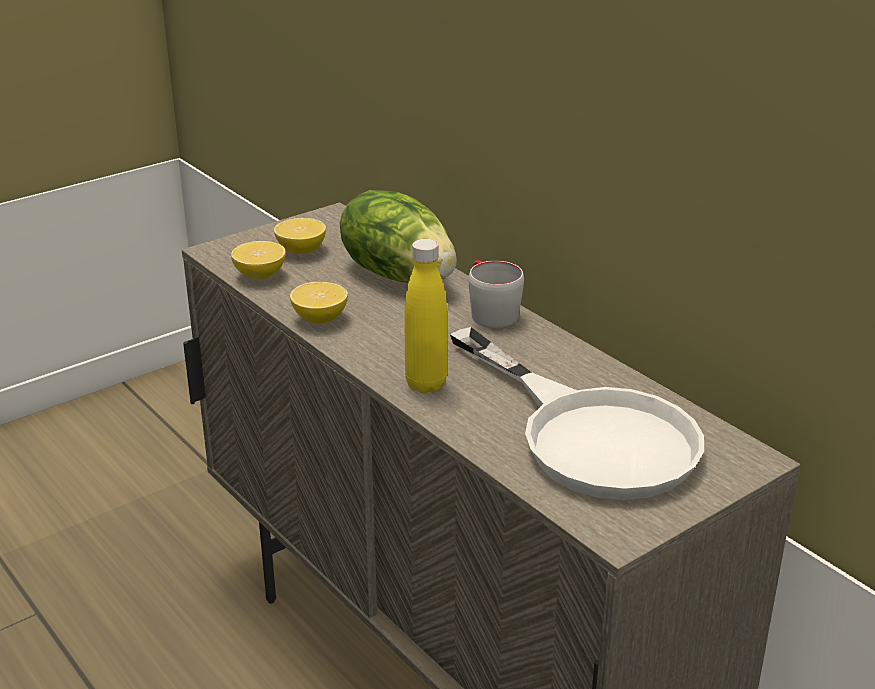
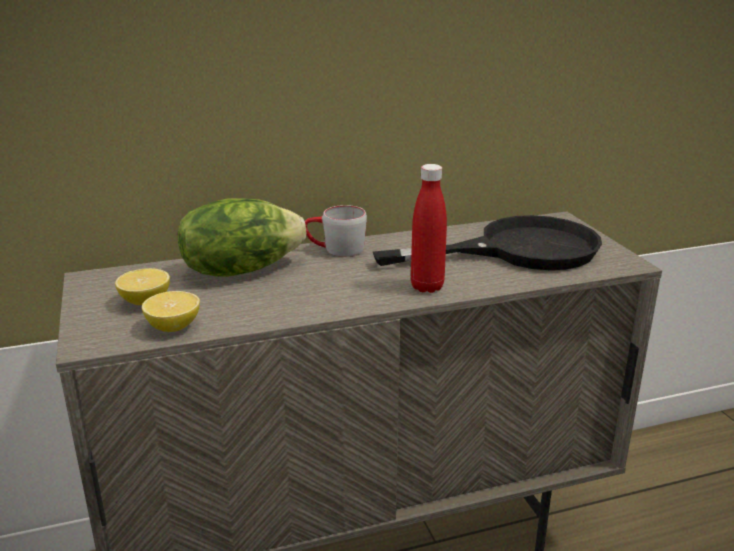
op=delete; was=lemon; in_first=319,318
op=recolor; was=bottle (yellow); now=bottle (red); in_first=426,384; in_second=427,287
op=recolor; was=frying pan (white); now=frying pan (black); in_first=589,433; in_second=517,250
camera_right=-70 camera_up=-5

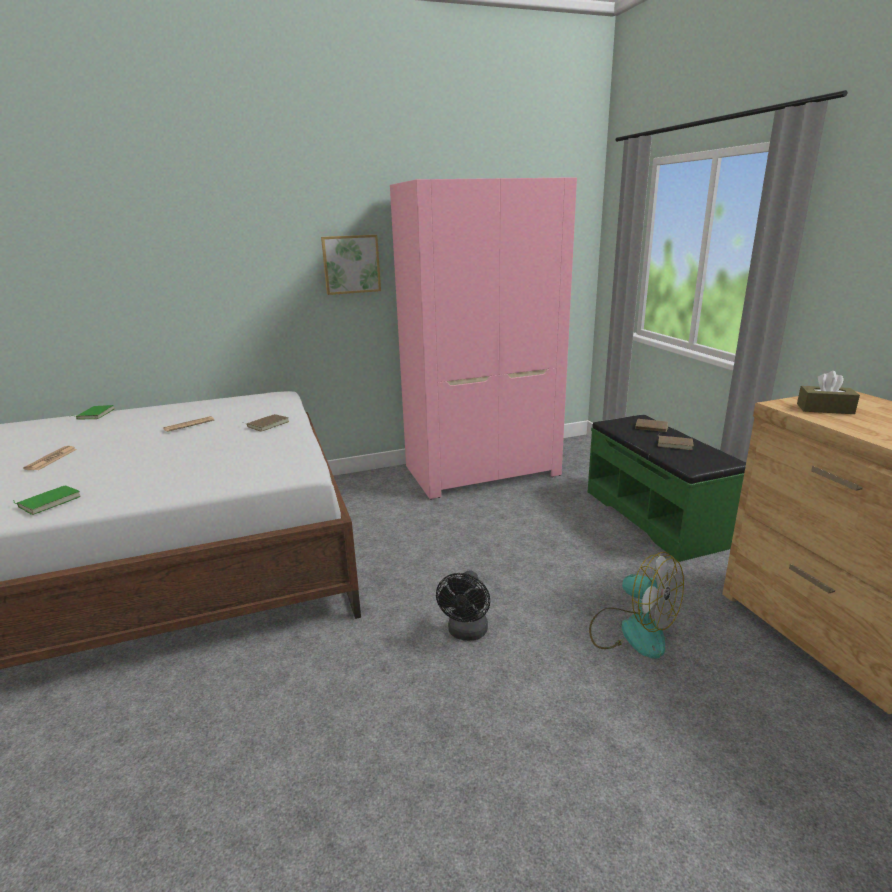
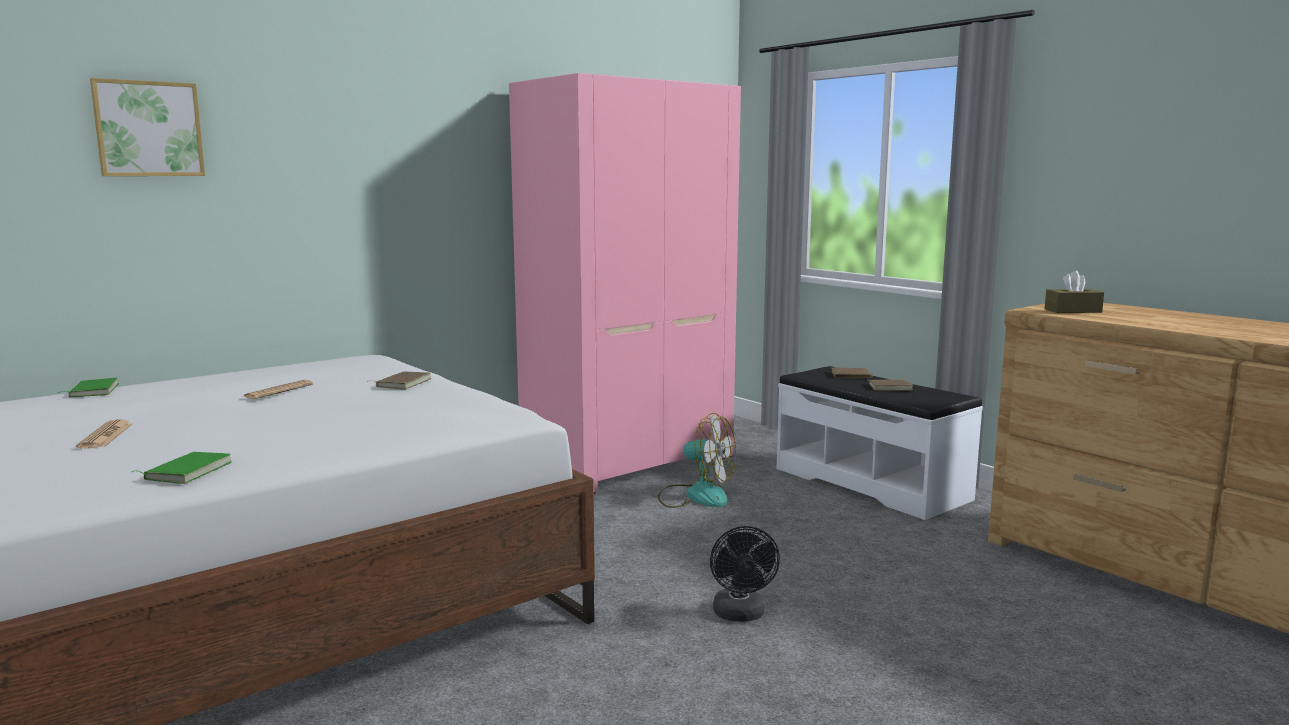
op=move; was=picture; in_first=351,264; in_second=148,129
op=move; was=fan; in_first=631,631; in_second=696,495
op=recolor; was=bench (green); now=bench (white); in_first=656,516; in_second=871,483
camera_right=-20 camera_up=-10

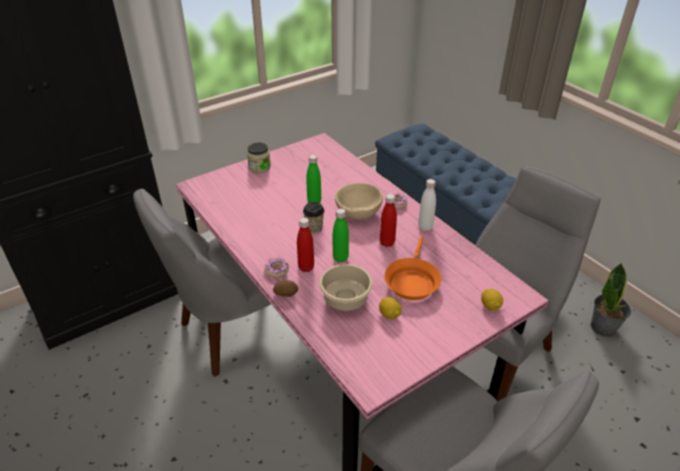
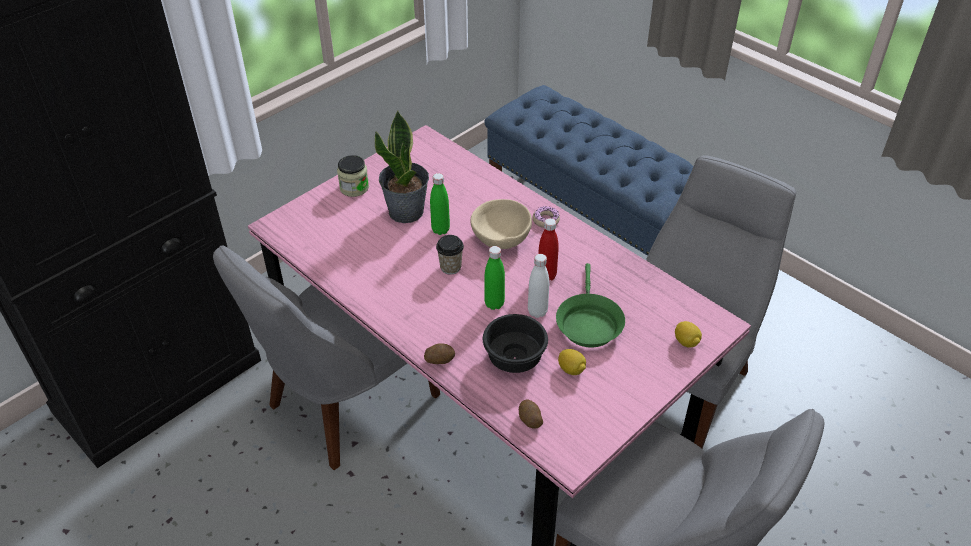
op=delete; was=donut; in_first=276,270
op=delete; was=bottle (red); in_first=306,267
op=insert; now=potato; in_second=529,419
op=move; was=bottle (white); in_first=425,227; in_second=537,311
op=move; was=potted plant; in_first=603,327; in_second=407,211
op=recolor; was=bowl (beige); now=bowl (black); in_first=344,299; in_second=512,357
op=recolor; was=frying pan (orange); now=frying pan (green); in_first=412,281; in_second=588,323
camera_right=-10 camera_up=5

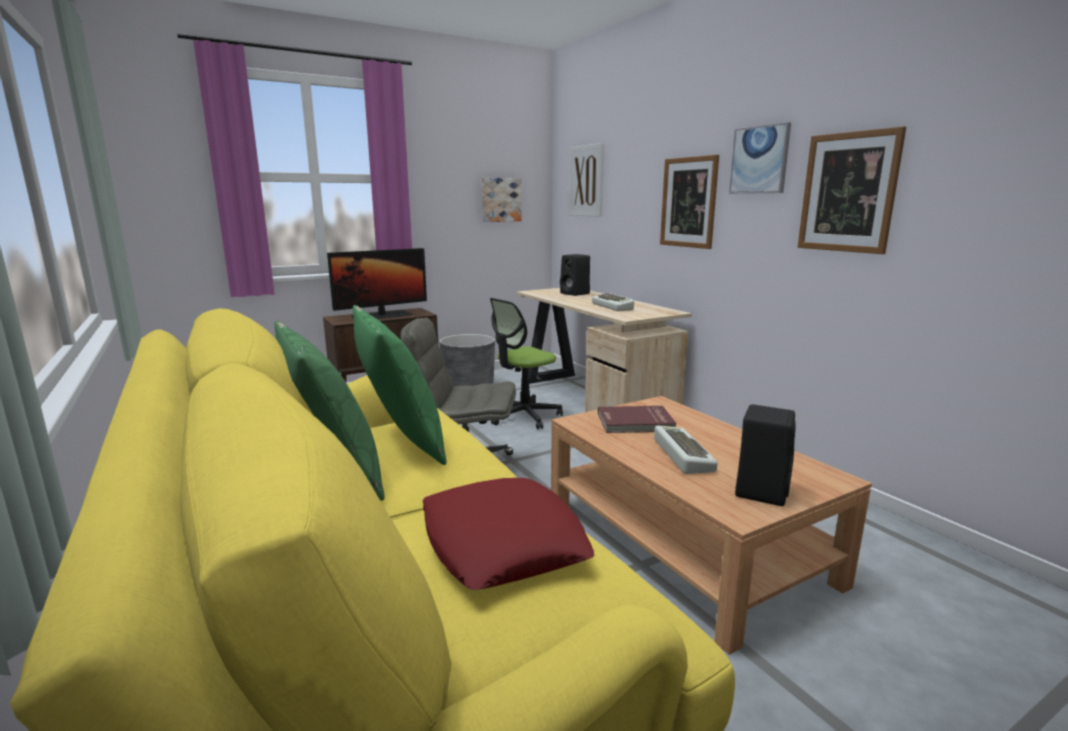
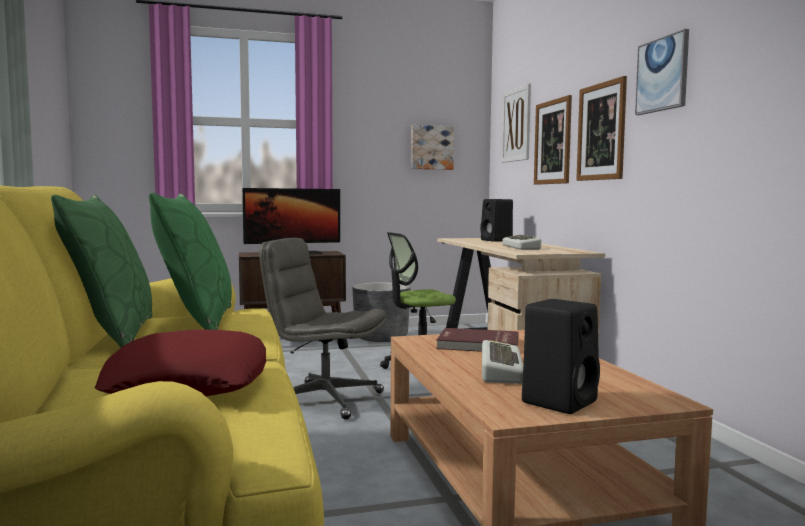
op=move; was=picture; in_first=848,192; in_second=553,142
camera_right=15 camera_up=-10

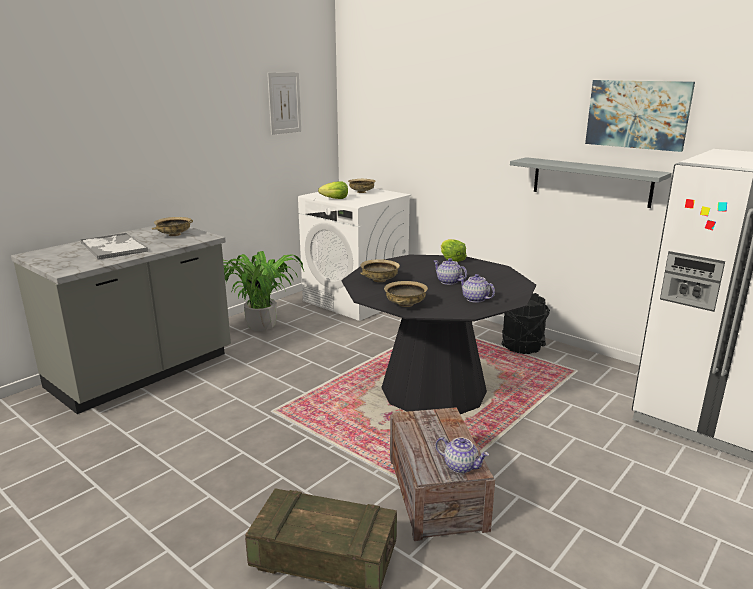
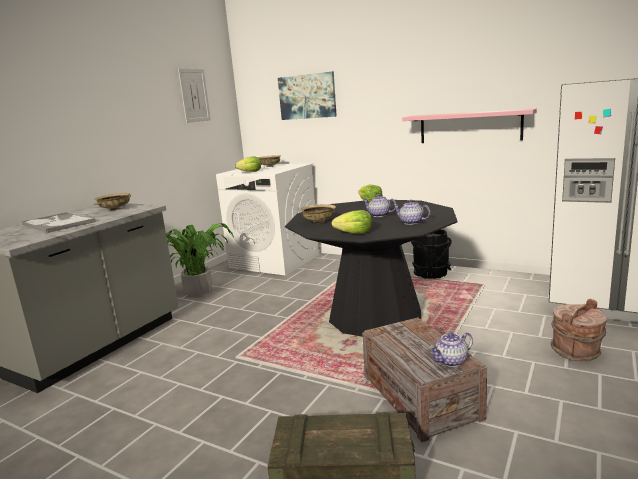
op=insert; now=bucket (brown); in_second=576,352
op=move; was=picture; in_first=637,114; in_second=307,96
op=replace; was=bowl (beige); now=lettuce; in_first=405,304; in_second=354,233
op=recolor; was=shelf (grey); now=shelf (pink); in_first=591,181; in_second=469,127
op=rotate; was=teapot; in_first=461,466; in_second=451,361; clockwise=135
camera_right=-10 camera_up=-5

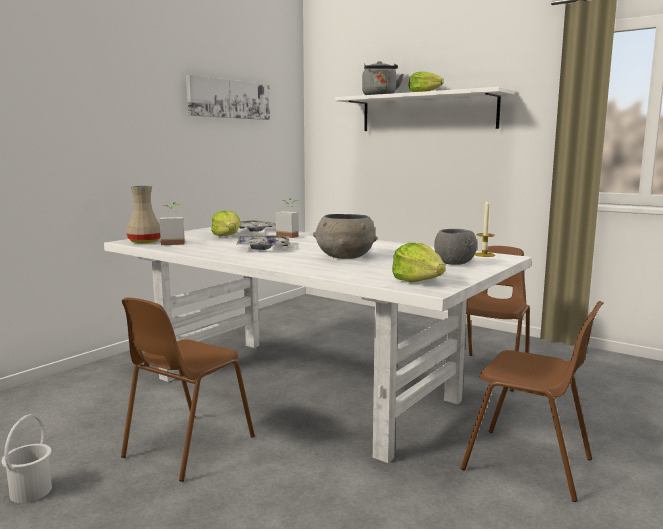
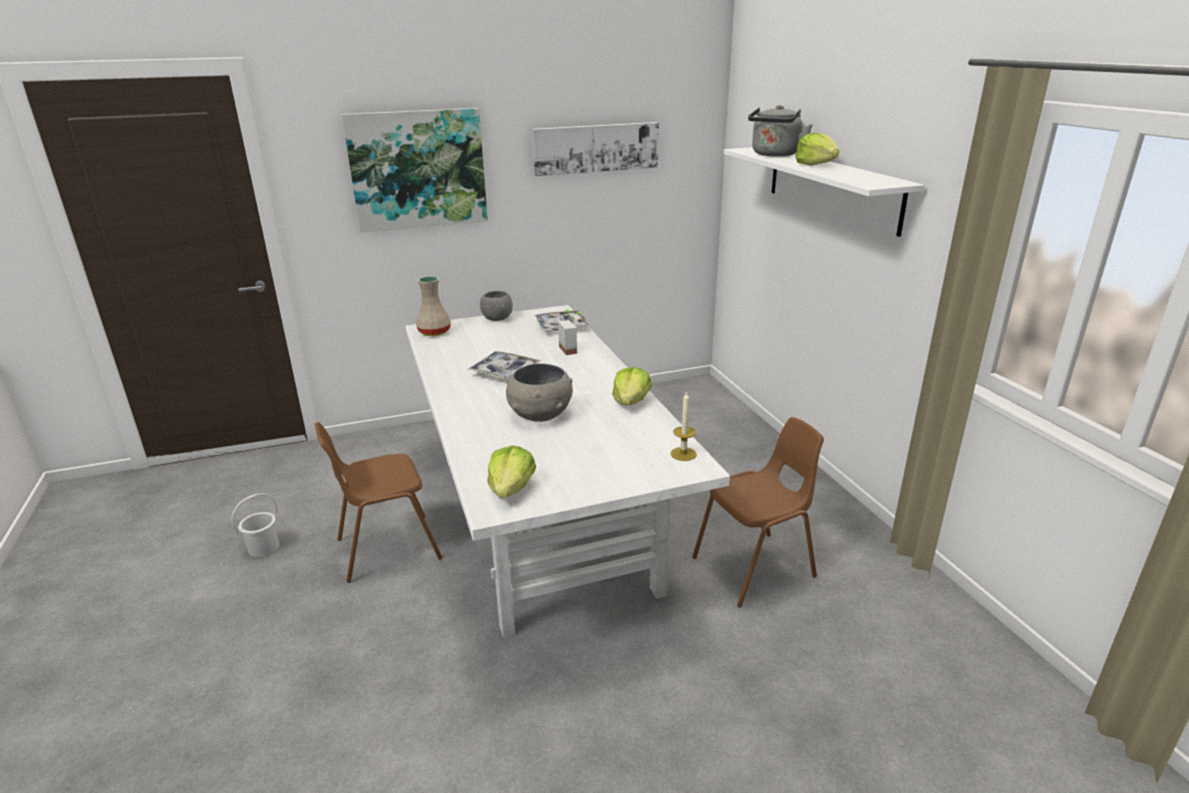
op=delete; was=potted plant; in_first=173,243
op=delete; was=chair (brown); in_first=529,464
op=insert; now=picture; in_second=418,169
op=move; was=lettuce; in_first=227,236; in_second=631,402
op=move; was=bowl (grey); in_first=454,263; in_second=497,318
camera_right=35 camera_up=15

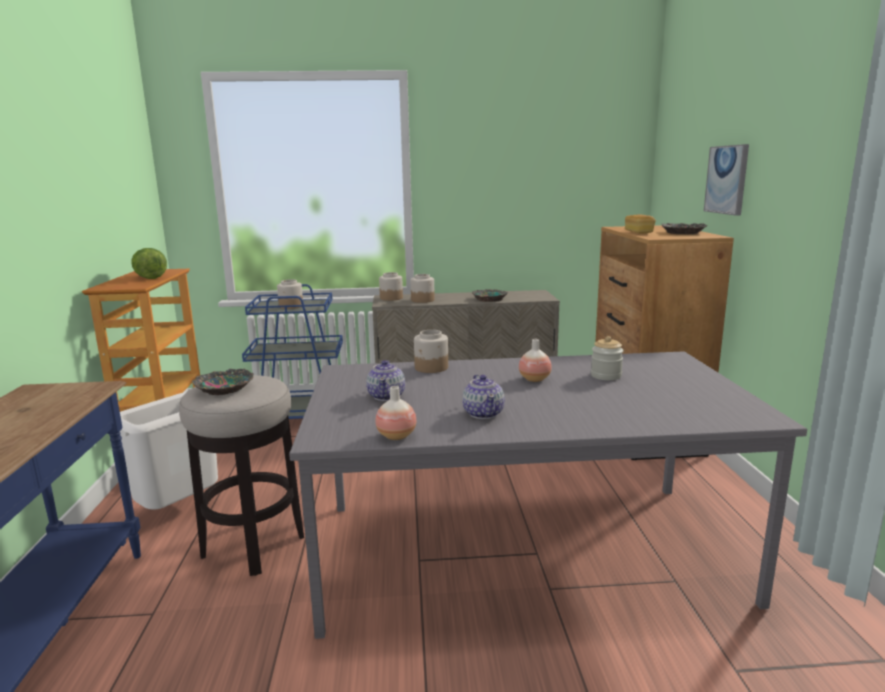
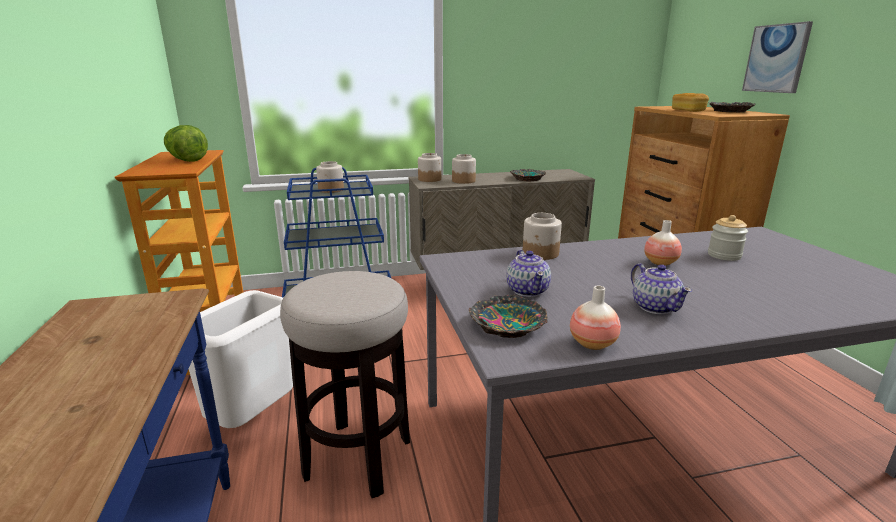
op=move; was=bowl; in_first=224,388; in_second=507,325
camera_right=-10 camera_up=5

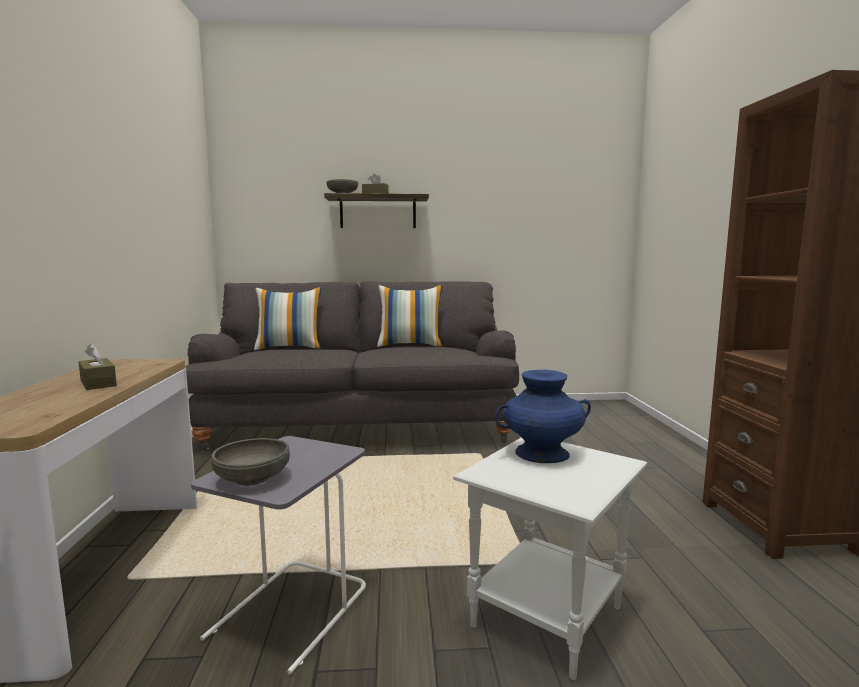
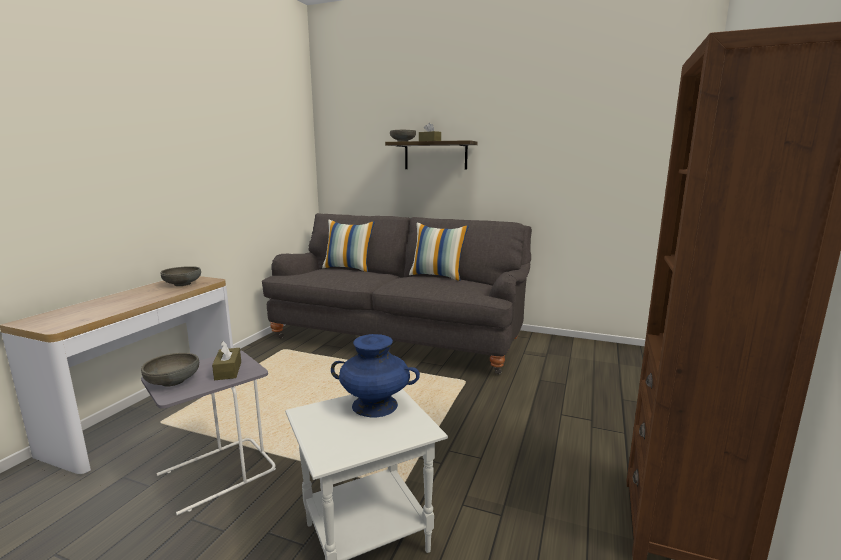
op=insert; now=bowl (grey); in_second=182,284
op=move; was=tissue box (brown); in_first=98,383; in_second=228,371
camera_right=25 camera_up=5

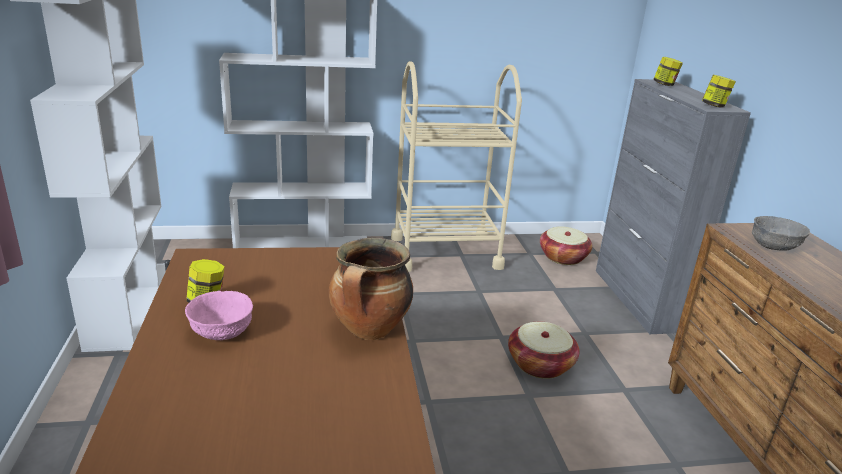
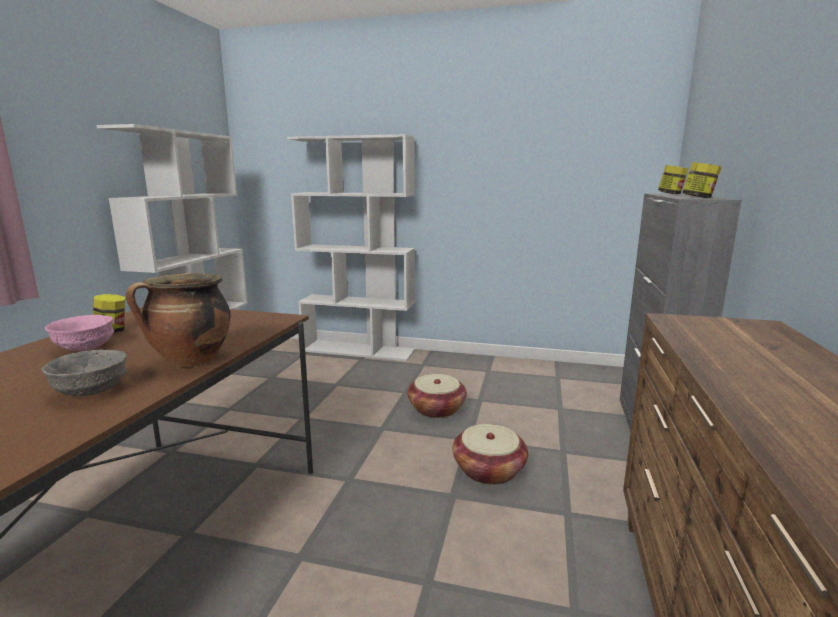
op=delete; was=cart (beige); in_first=445,252
op=move; was=basket; in_first=563,257; in_second=436,409
op=move; was=bowl (grey); in_first=773,247; in_second=90,392
camera_right=25 camera_up=-10

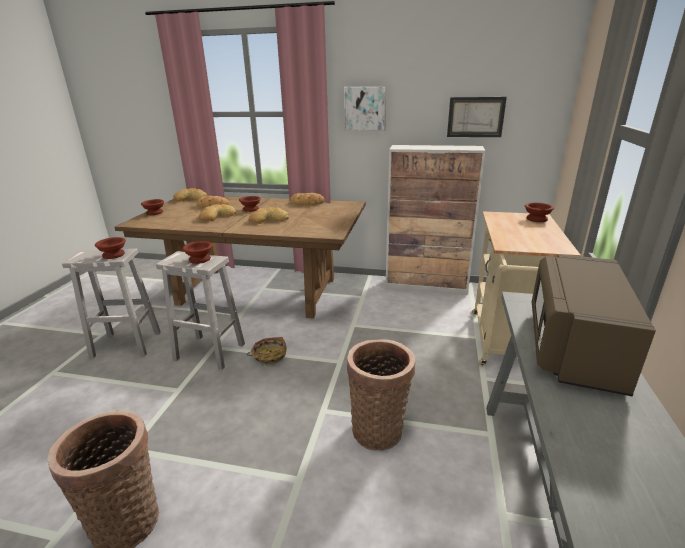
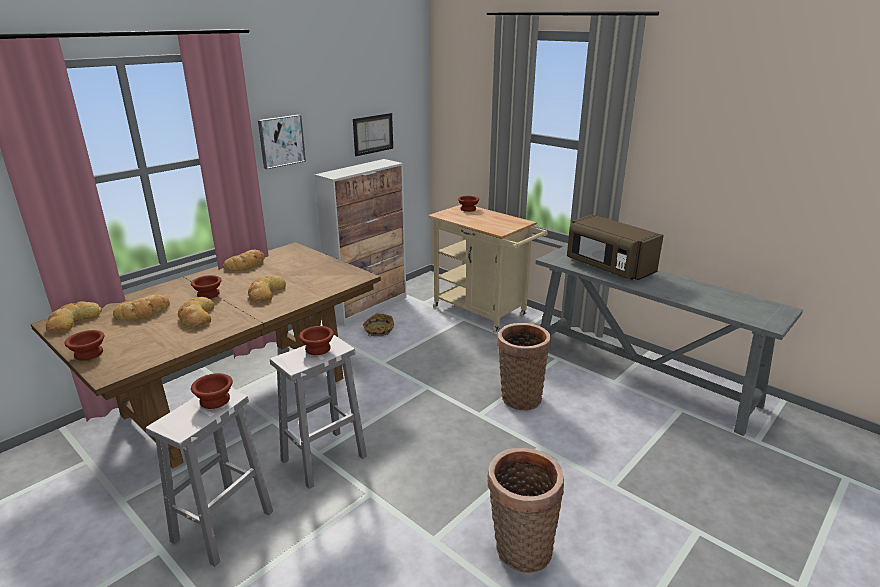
op=move; was=basket; in_first=269,355; in_second=378,330
camera_right=-60 camera_up=0

